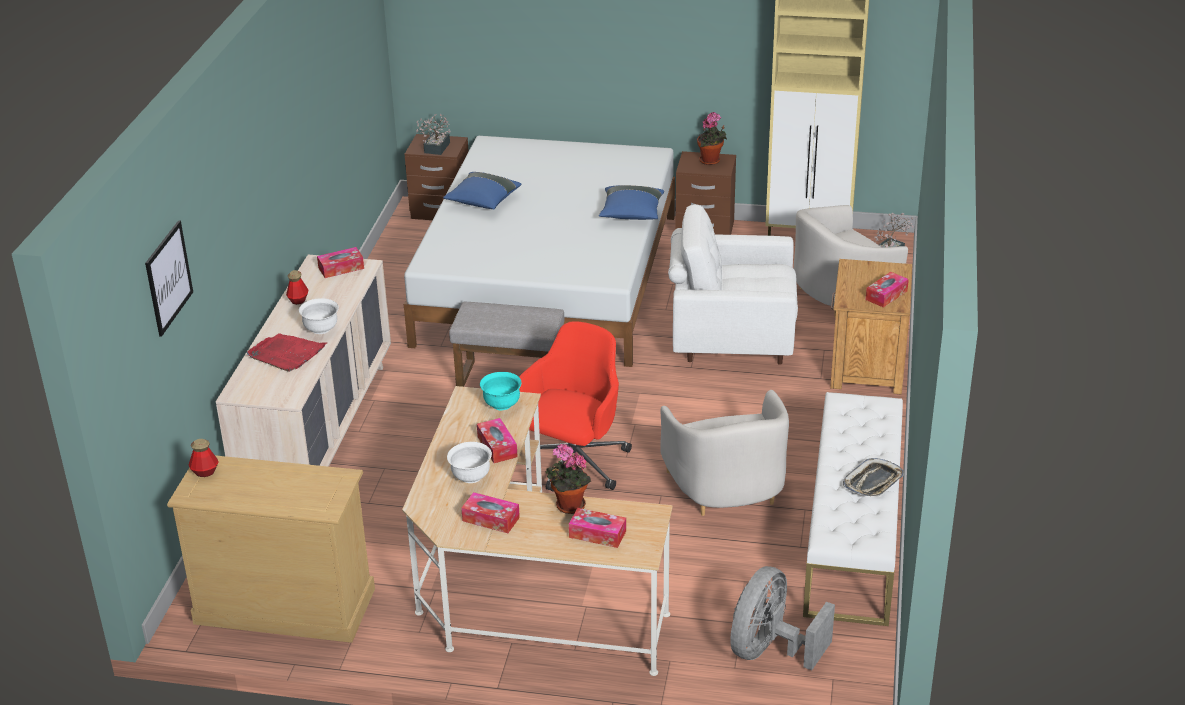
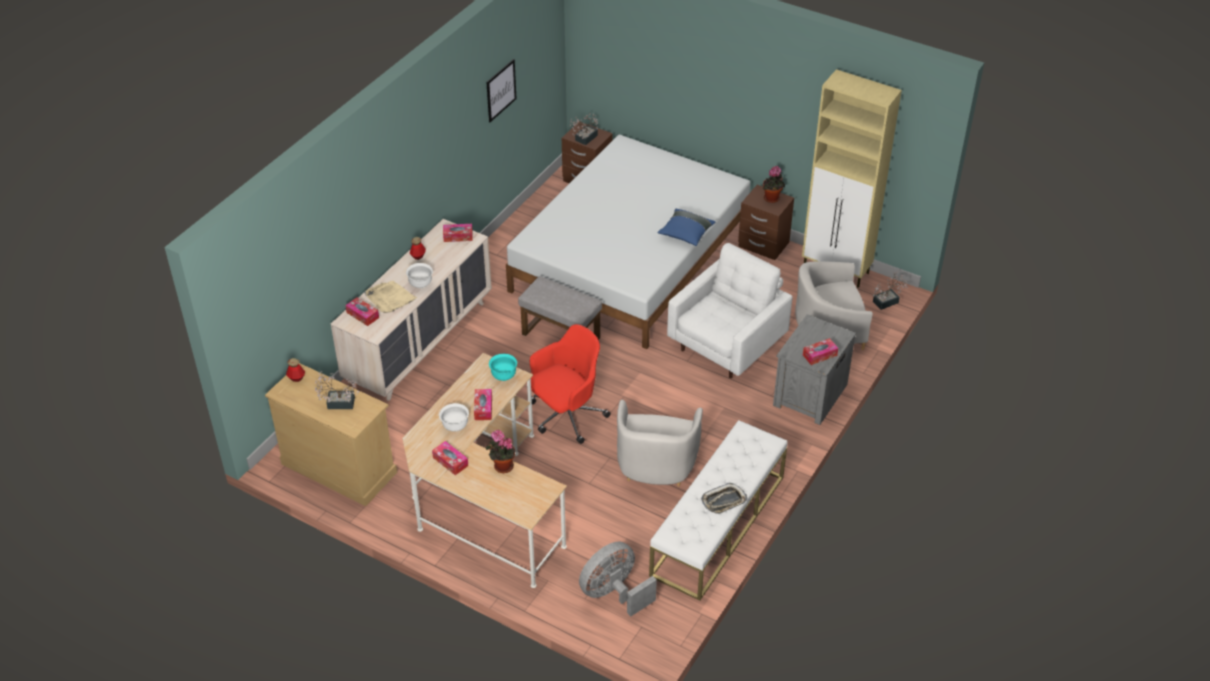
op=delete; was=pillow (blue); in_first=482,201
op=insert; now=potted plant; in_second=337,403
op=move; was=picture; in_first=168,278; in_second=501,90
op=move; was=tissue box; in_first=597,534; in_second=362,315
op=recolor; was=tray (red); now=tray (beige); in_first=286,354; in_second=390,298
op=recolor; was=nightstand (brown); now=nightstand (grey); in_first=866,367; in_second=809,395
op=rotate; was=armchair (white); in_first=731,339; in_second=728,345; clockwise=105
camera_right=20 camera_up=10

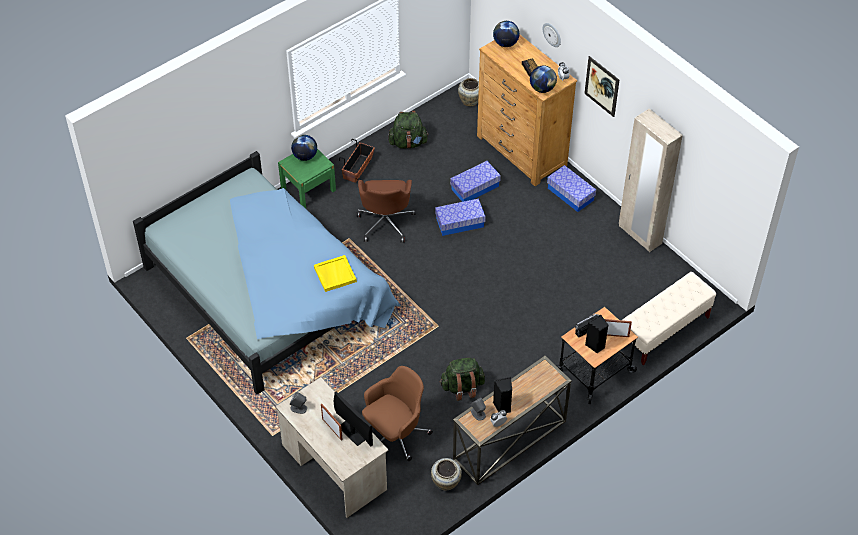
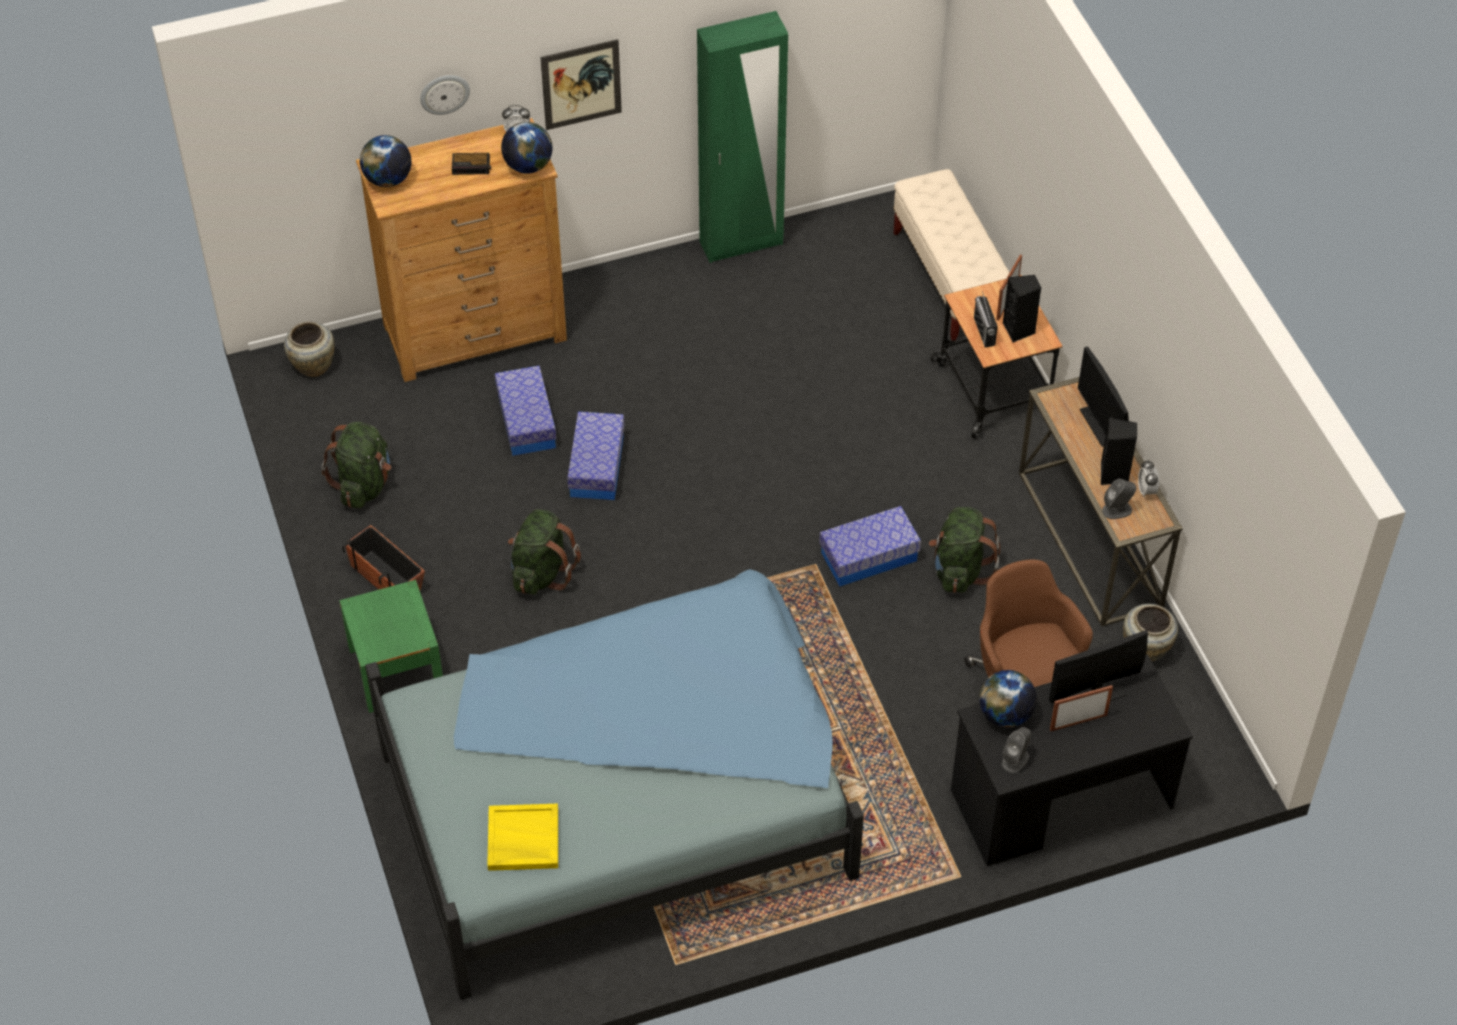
op=insert; now=monitor; in_second=1101,425
op=move; was=globe; in_first=305,156; in_second=1005,714
op=move; was=tray (yellow); in_first=334,274; in_second=522,840
op=move; was=storage box; in_first=570,194; in_second=869,556
op=replace; was=office chair (brown); now=backpack (green); in_first=385,222; in_second=541,572
op=recolor; was=desk (beige); now=desk (black); in_first=334,467; in_second=1061,799
op=recolor; was=wardrobe (beige); now=wardrobe (green); in_first=639,235; in_second=741,244
camera_right=-70 camera_up=0

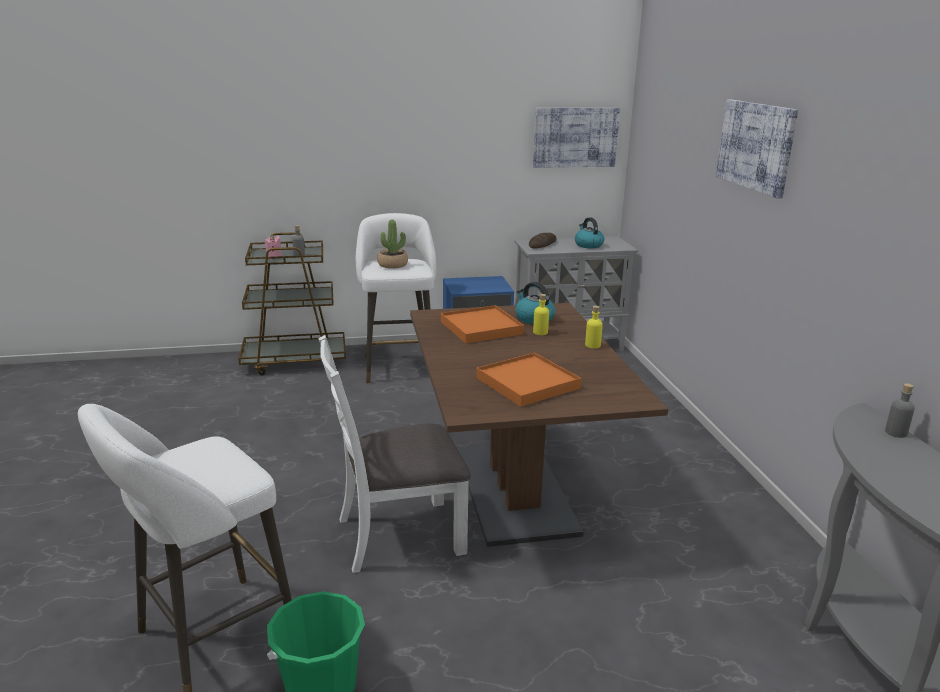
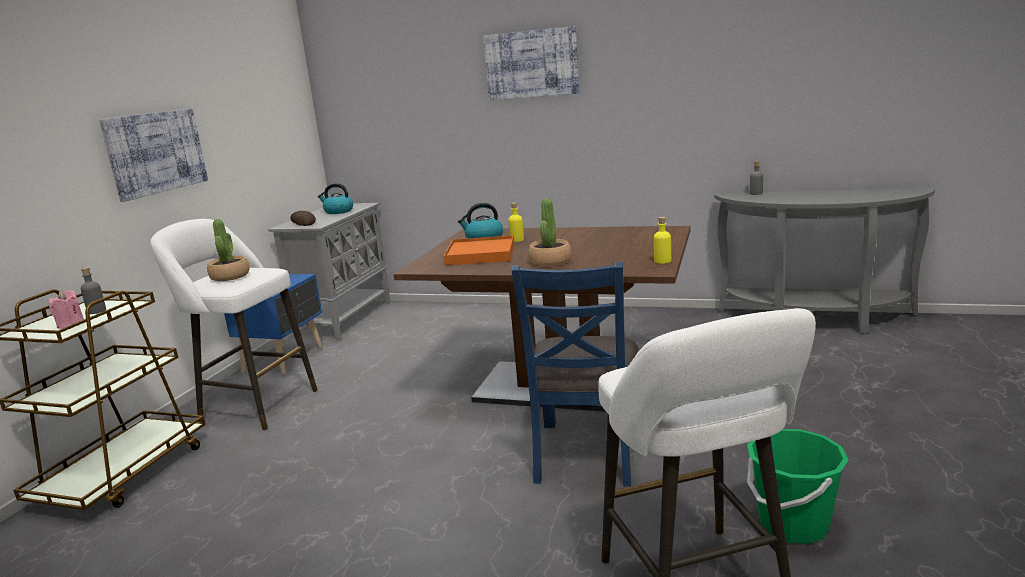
op=delete; was=tray (orange); in_first=528,383
op=insert; now=potted plant; in_second=550,261
op=move; was=picture; in_first=575,137; in_second=156,152
op=move; was=bottle (yellow); in_first=592,345; in_second=662,261
op=recolor; was=chair (white); now=chair (blue); in_first=399,535; in_second=586,452
camera_right=-60 camera_up=-5

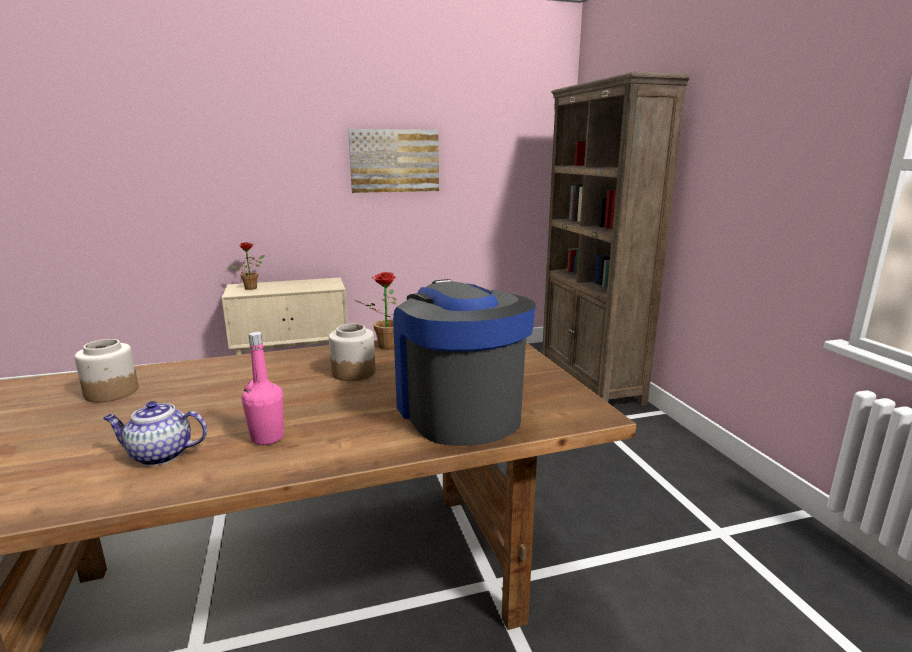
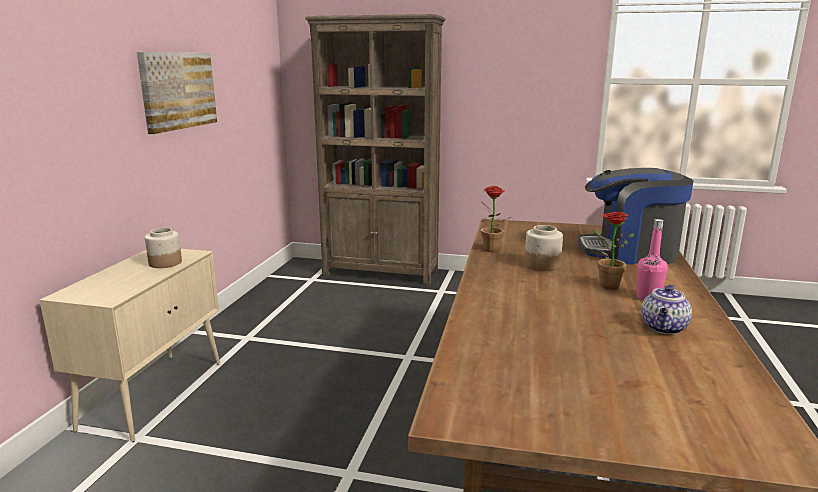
op=move; was=jar; in_first=111,392; in_second=165,263
op=move; was=potted plant; in_first=252,287; in_second=605,284
camera_right=-60 camera_up=0

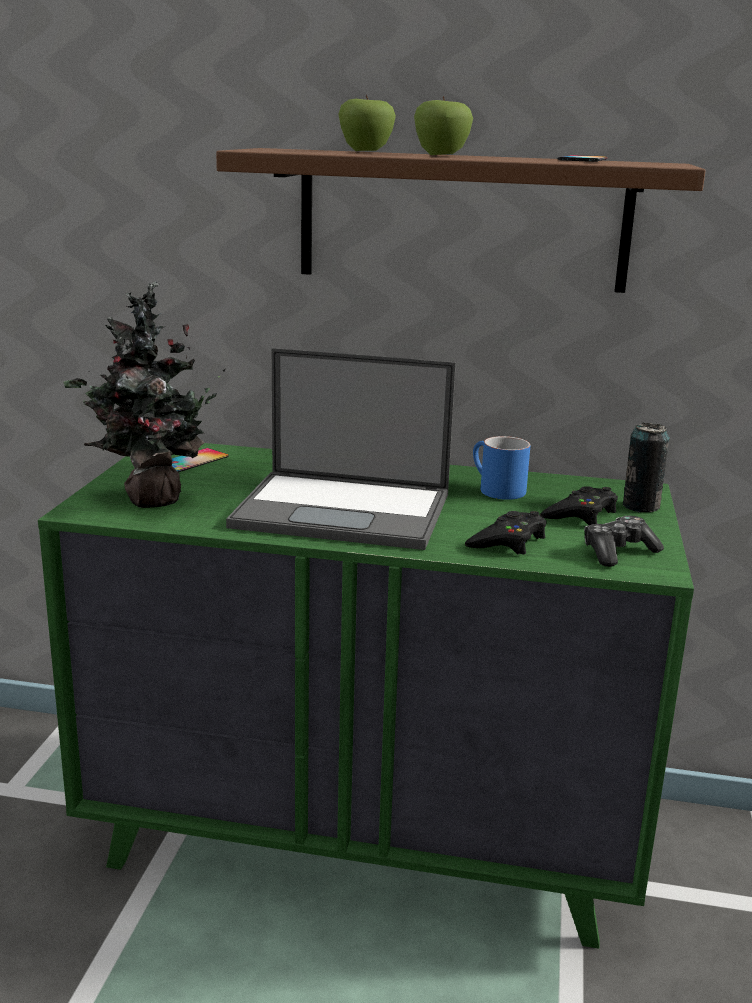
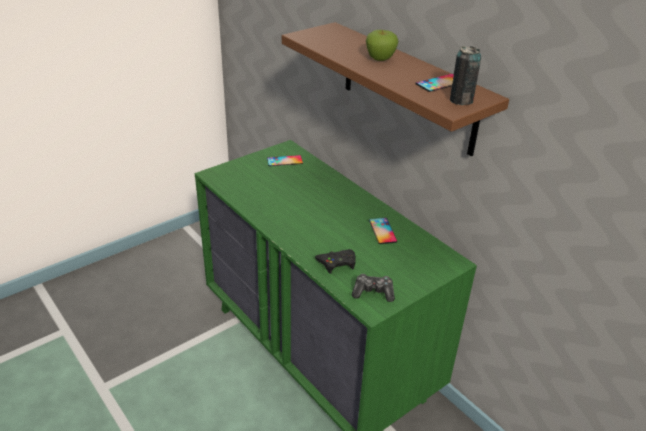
op=delete; was=potted plant; in_first=149,500
op=delete; was=laptop; in_first=346,510
op=delete; was=apple; in_first=366,151
op=delete; was=game controller (black); in_first=580,514
op=move; was=can; in_first=641,506; in_second=461,100
op=replace; was=mug (blue); now=phone; in_first=494,489; in_second=382,231
camera_right=40 camera_up=15

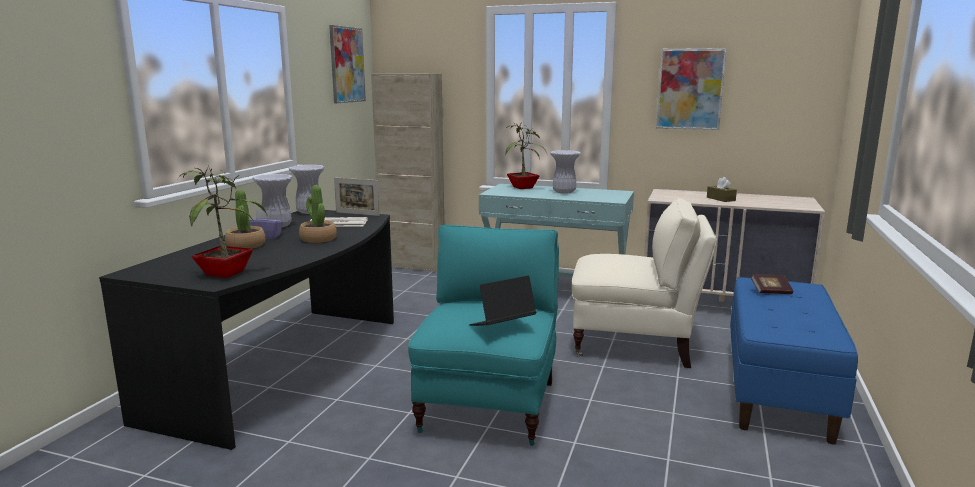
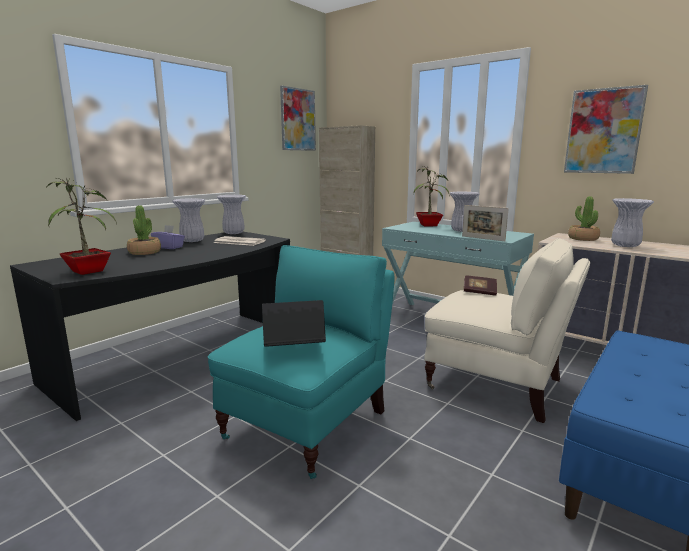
op=move; was=potted plant; in_first=318,239; in_second=583,238
op=move; was=picture frame; in_first=357,214; in_second=483,238
op=move; was=book; in_first=771,292; in_second=479,292
op=replace; was=tissue box (brown); now=vase (white); in_first=720,199; in_second=624,245
camera_right=20 camera_up=0

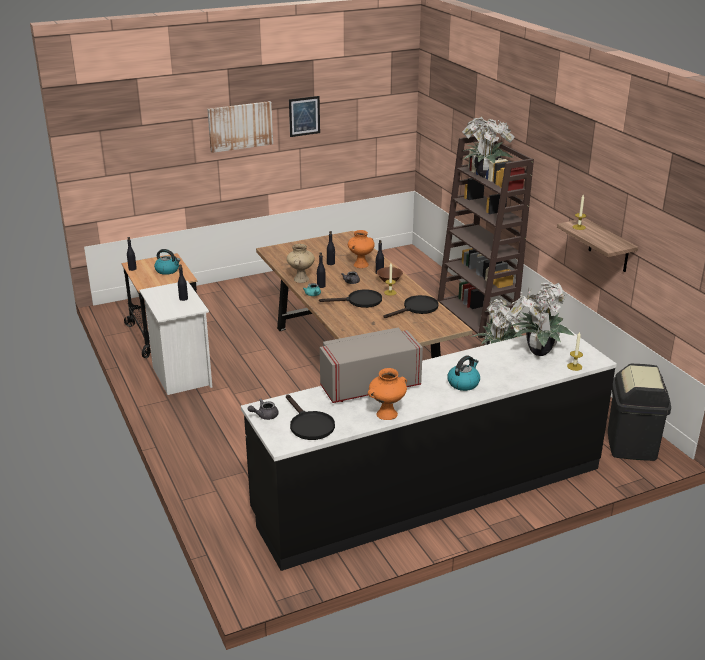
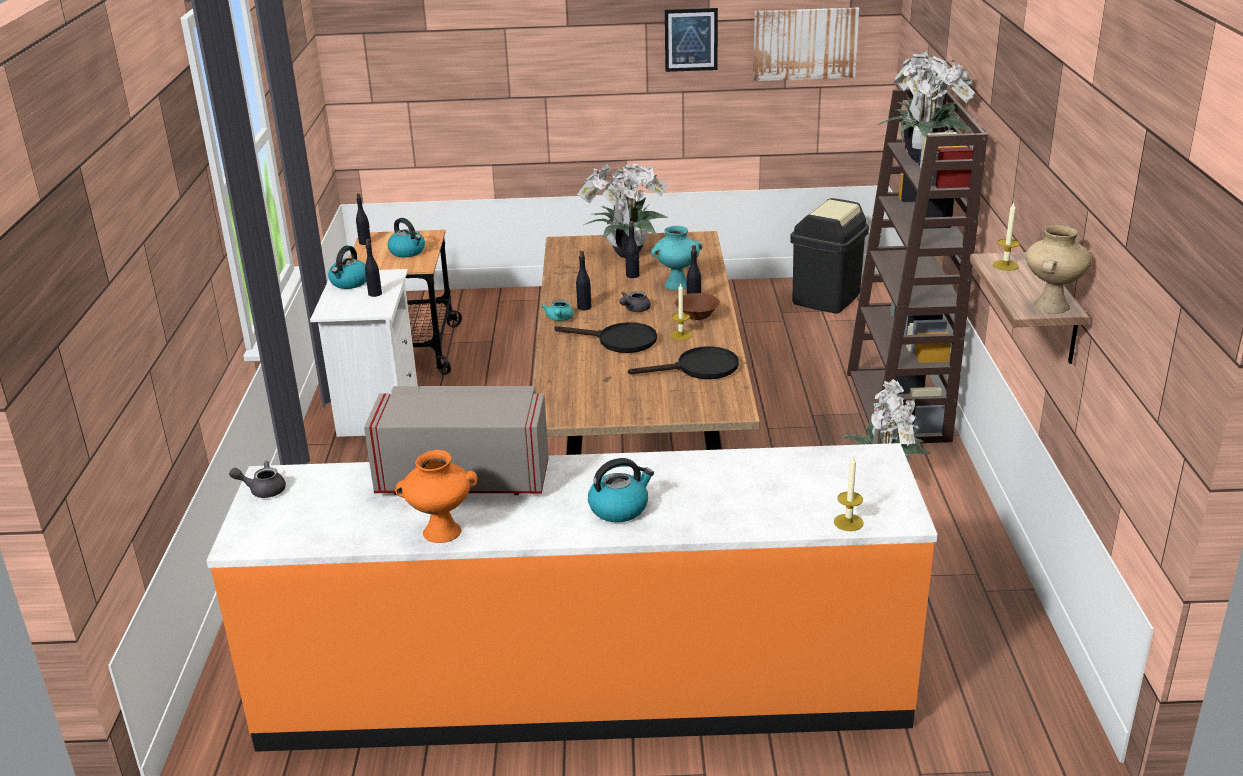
op=delete; was=frying pan (black); in_first=309,425
op=insert; now=kettle; in_second=349,283
op=move; was=picture; in_first=240,126; in_second=804,43
op=move; was=vase (beige); in_first=301,279; in_second=1050,305
op=move; was=potted plant; in_first=537,352; in_second=625,254
op=move; was=trash can (black); in_first=632,445; in_second=826,299
op=recolor; was=counter (black); now=counter (orange); in_first=430,491; in_second=584,686
op=recolor; was=vase (orange); now=vase (turquoise); in_first=361,264; in_second=677,284
camera_right=25 camera_up=0

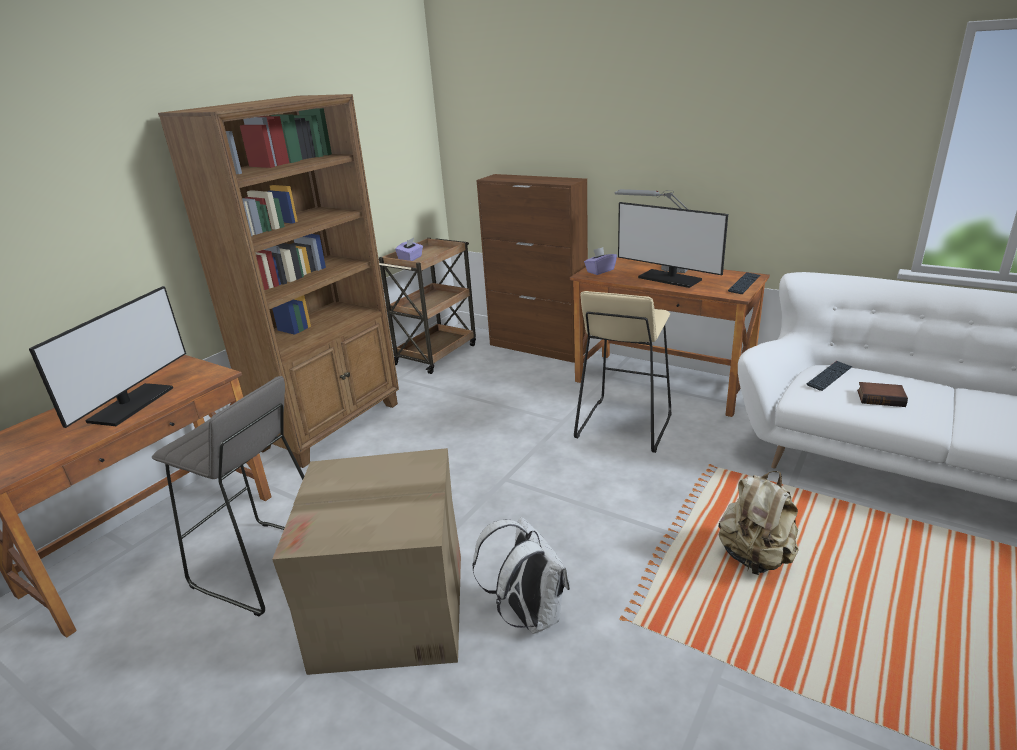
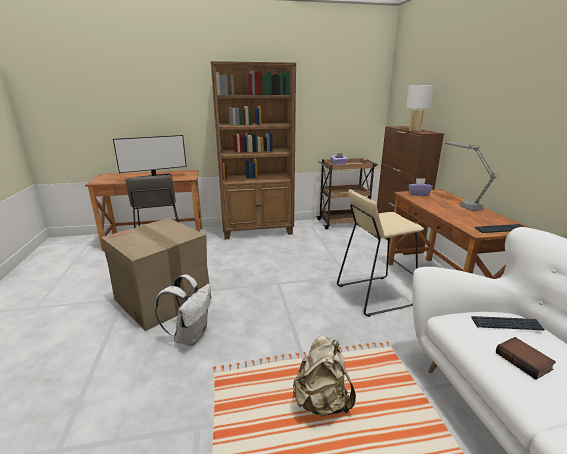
op=delete; was=monitor; in_first=669,279
op=insert; now=table lamp (white); in_second=414,130
camera_right=45 camera_up=-5

